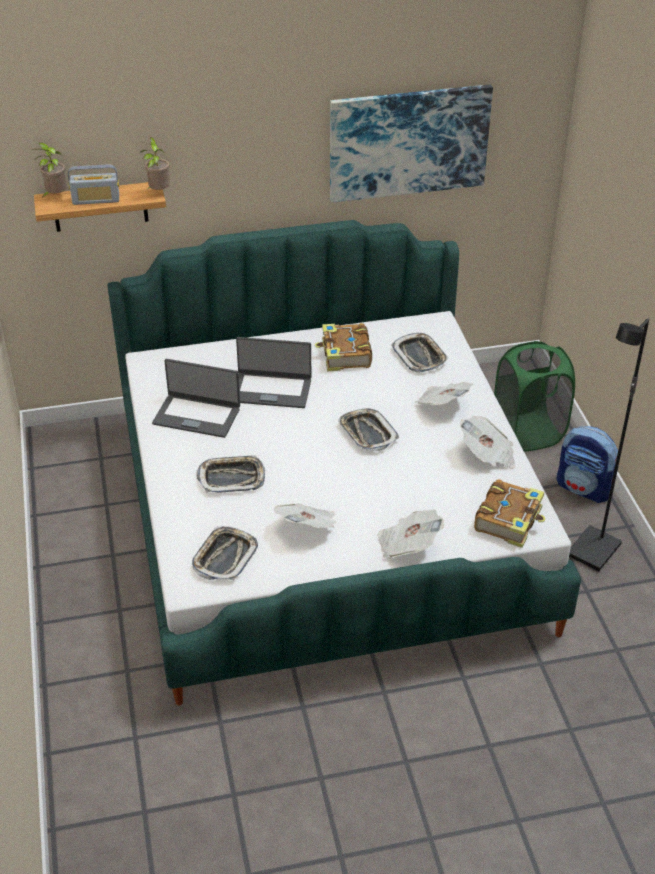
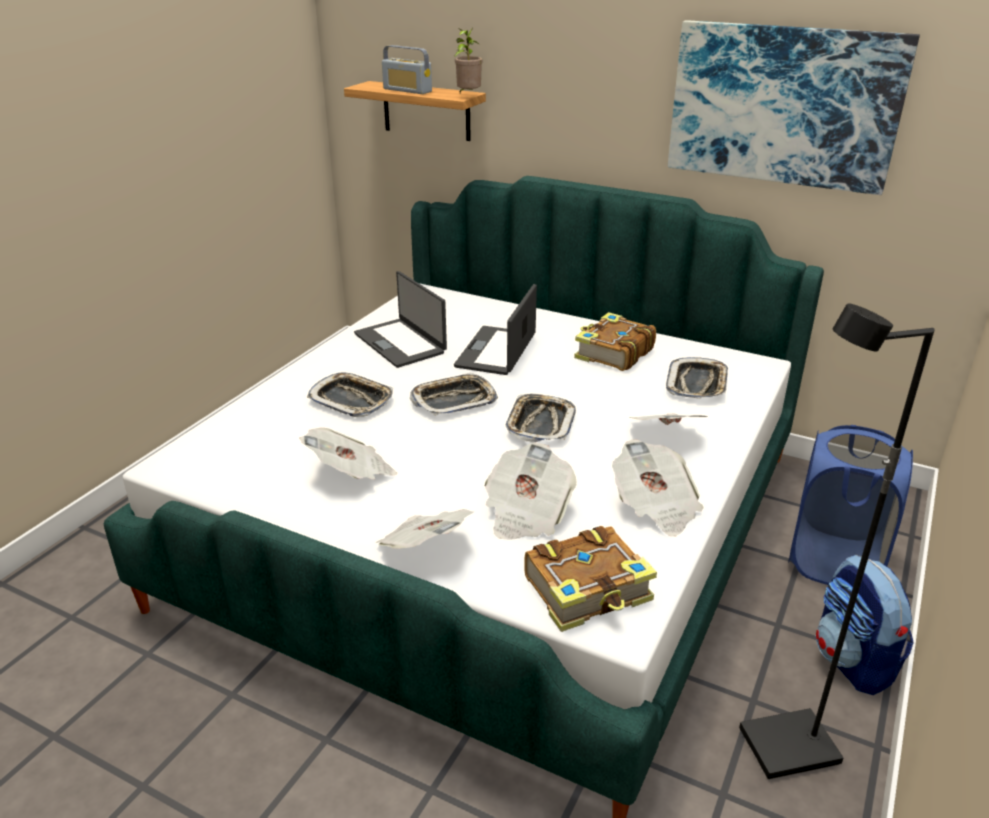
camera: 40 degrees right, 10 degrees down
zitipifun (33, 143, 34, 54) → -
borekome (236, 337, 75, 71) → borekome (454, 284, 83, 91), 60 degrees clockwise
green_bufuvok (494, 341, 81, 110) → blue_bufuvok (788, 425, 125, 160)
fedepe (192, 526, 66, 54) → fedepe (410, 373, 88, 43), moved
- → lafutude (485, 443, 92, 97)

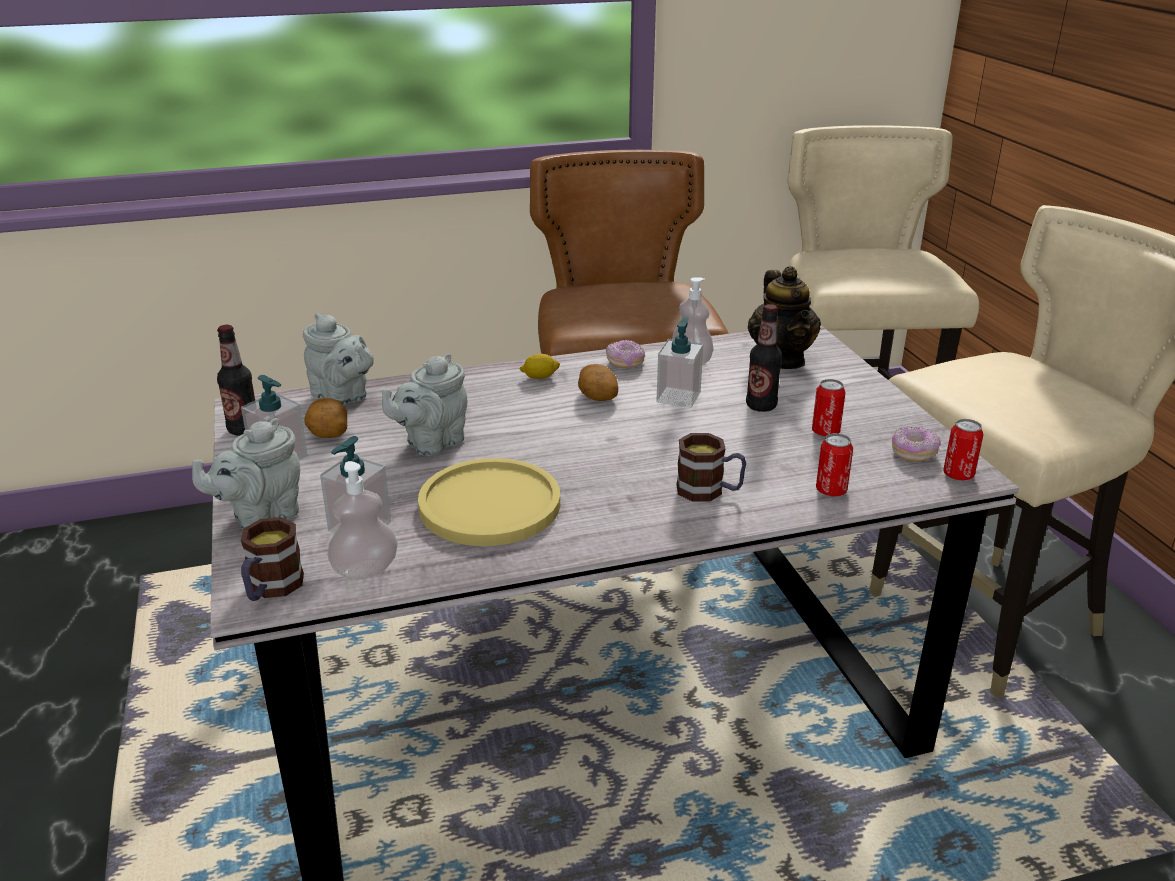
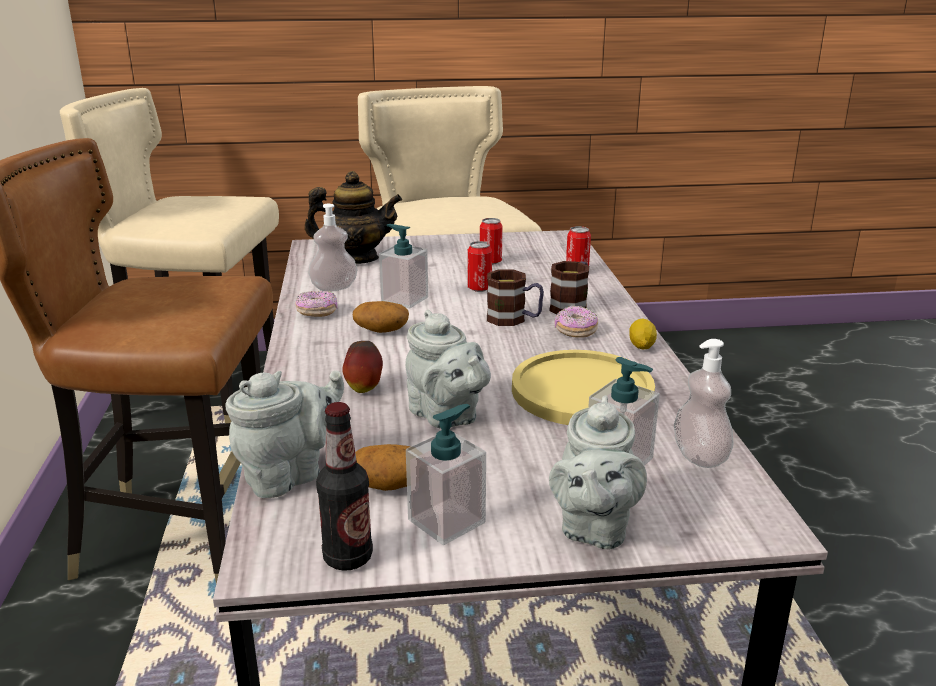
camera: 80 degrees left, 5 degrees down
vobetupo (746, 304, 36, 108) → -
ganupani (520, 354, 40, 25) → ganupani (629, 318, 28, 31), moved
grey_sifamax (192, 418, 108, 112) → grey_sifamax (549, 396, 98, 154), 45 degrees clockwise
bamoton (943, 419, 40, 62) → bamoton (468, 241, 24, 51), moved
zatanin (892, 427, 49, 35) → zatanin (554, 305, 44, 33), moved
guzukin (241, 517, 63, 84) → guzukin (487, 269, 57, 57), moved
- → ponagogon (342, 341, 41, 52)

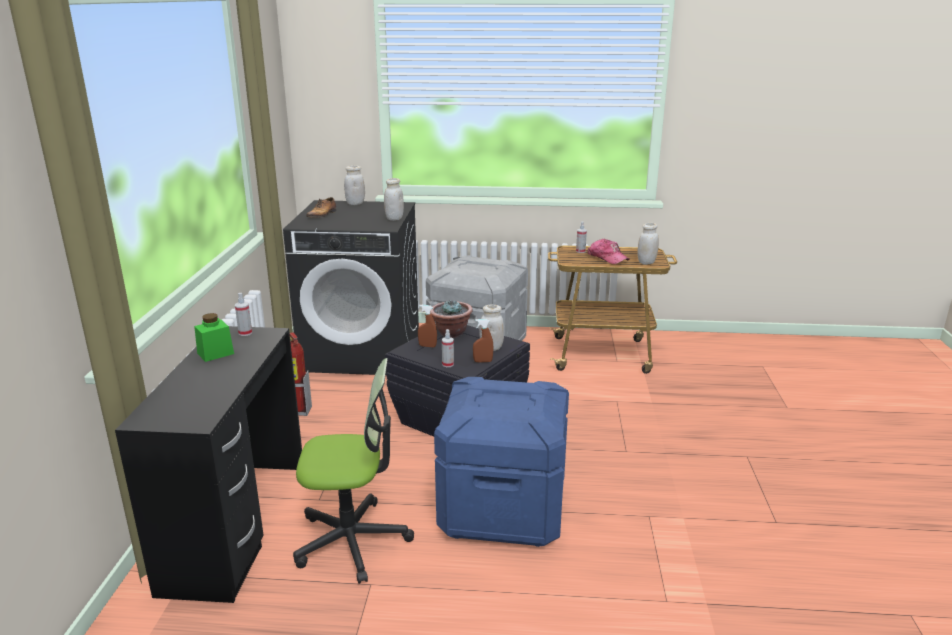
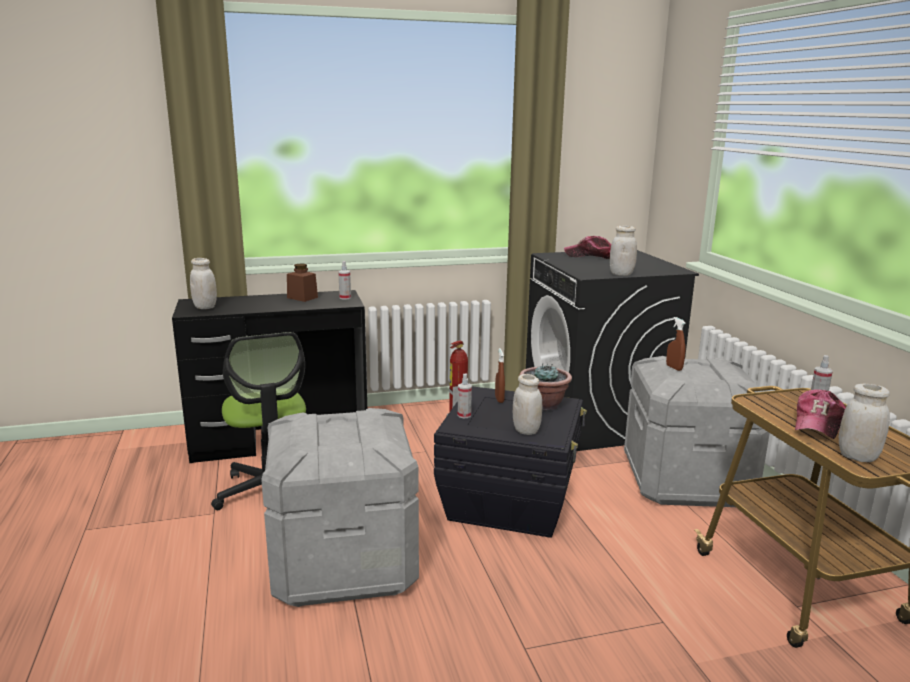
camera: 70 degrees right, 5 degrees down
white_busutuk (344, 166, 21, 39) → white_busutuk (190, 258, 27, 51), moved
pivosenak (306, 197, 30, 21) → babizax (564, 236, 47, 23)
green_busutuk (194, 313, 40, 49) → brown_busutuk (287, 263, 31, 39)
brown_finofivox (473, 319, 21, 43) → brown_finofivox (666, 317, 19, 54), moved
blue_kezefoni (434, 377, 135, 170) → grey_kezefoni (261, 408, 158, 199)

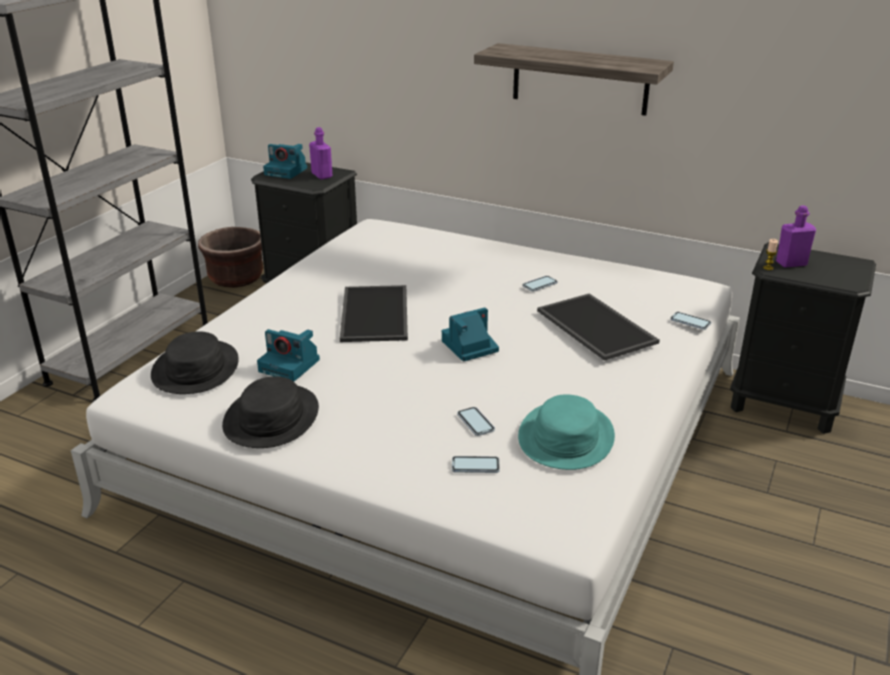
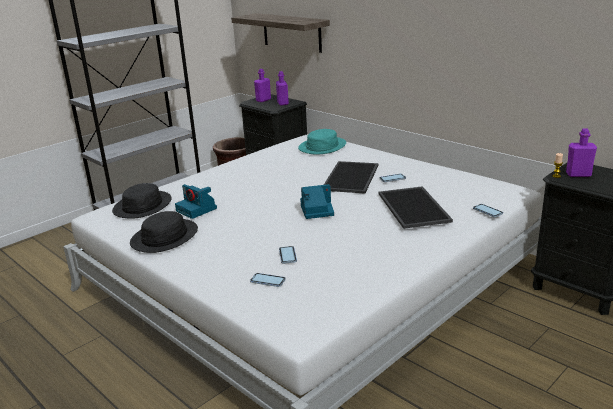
camera: 20 degrees right, 5 degrees down
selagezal (474, 43, 200, 73) → selagezal (231, 13, 99, 40), moved
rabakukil (263, 144, 44, 35) → purple_vobetupo (254, 69, 17, 33)
fedepe (340, 285, 68, 57) → fedepe (324, 161, 54, 33), moved
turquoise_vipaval (518, 394, 97, 76) → turquoise_vipaval (298, 129, 48, 26), moved

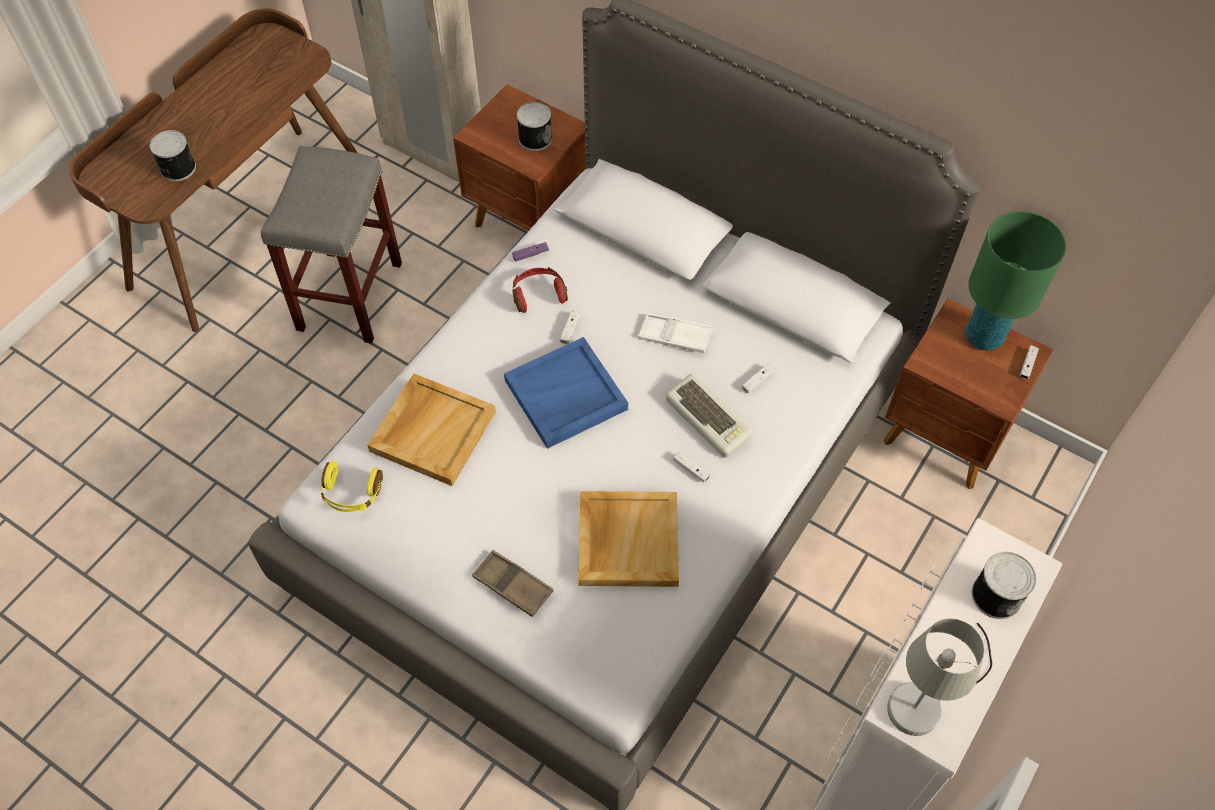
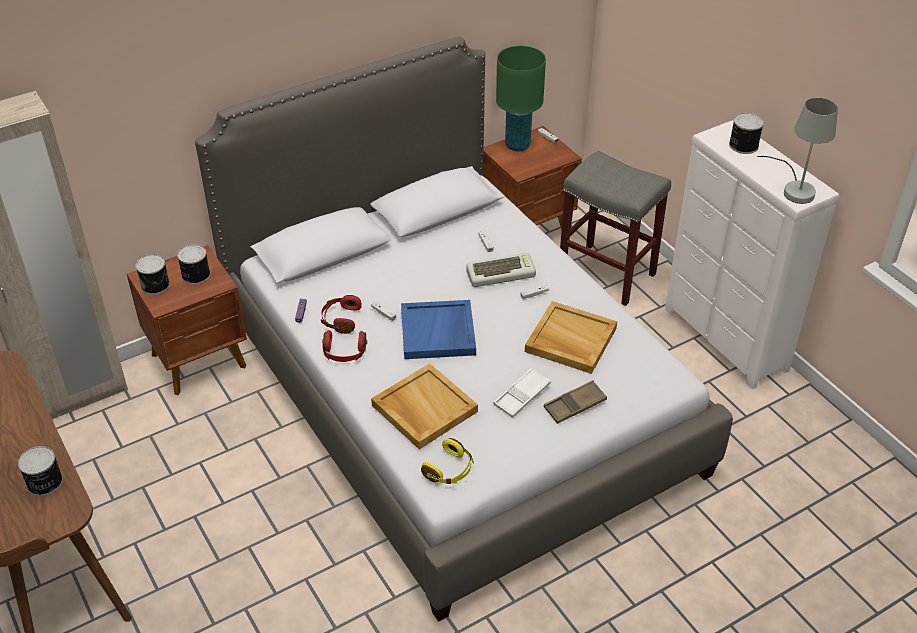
camera: 65 degrees left, 15 degrees down
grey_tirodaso (261, 146, 141, 198) → grey_tirodaso (560, 151, 111, 155), moved
white_fedepe (638, 313, 75, 40) → white_fedepe (493, 368, 58, 50), moved
- → bamoton (135, 254, 35, 41)
- → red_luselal (322, 330, 45, 32)

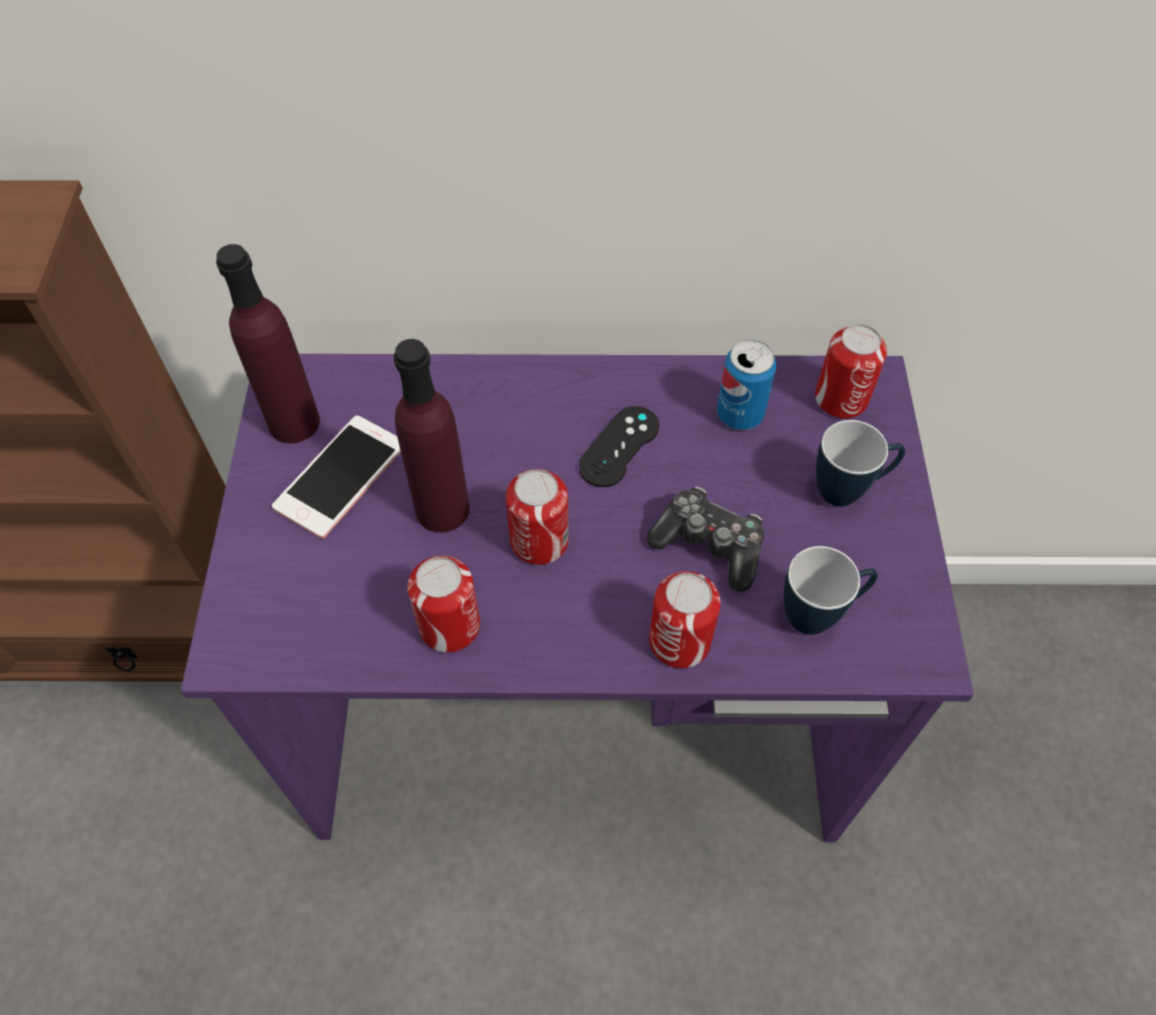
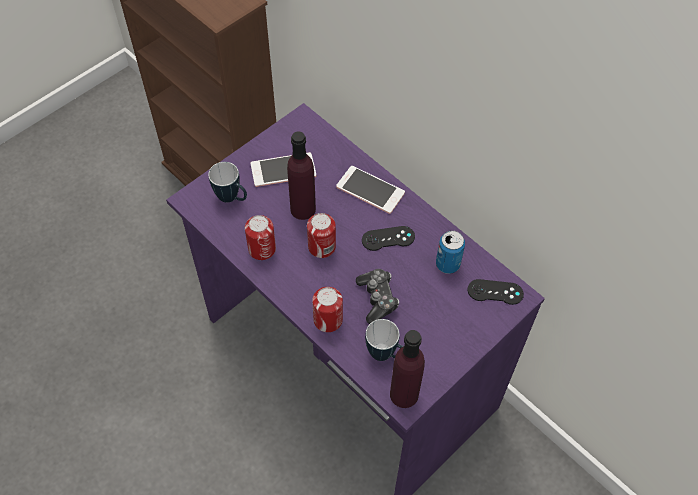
camera: 45 degrees right, 0 degrees up
purple_vobetupo (216, 244, 104, 199) → purple_vobetupo (390, 330, 35, 78), moved
bamoton (815, 324, 72, 95) → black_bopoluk (467, 279, 57, 26)
guzukin (816, 420, 89, 87) → guzukin (208, 162, 39, 41), moved
- → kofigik (336, 166, 69, 48)

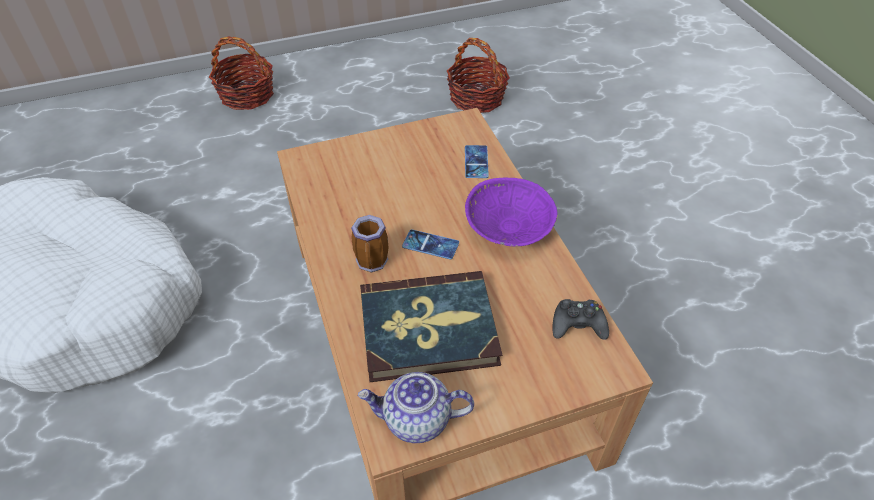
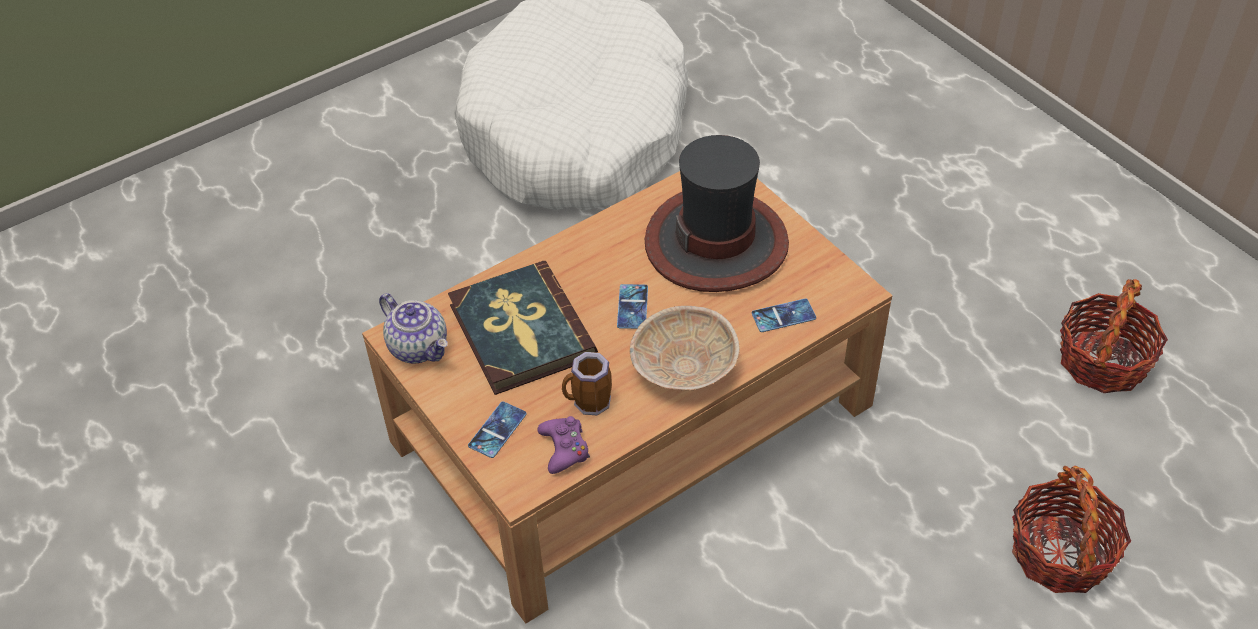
camera: 75 degrees right, 0 degrees up
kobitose (209, 36, 65, 74) → kobitose (1012, 466, 119, 127), moved
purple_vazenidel (465, 178, 93, 68) → beige_vazenidel (630, 306, 110, 84)
guzukin (351, 215, 38, 57) → guzukin (562, 352, 50, 64), moved
black_bopoluk (553, 299, 56, 41) → purple_bopoluk (537, 416, 53, 58)
sifamax (358, 372, 116, 71) → sifamax (379, 293, 69, 71), 150 degrees clockwise
- → vipaval (645, 135, 144, 157)
- → kofigik (468, 402, 59, 56)

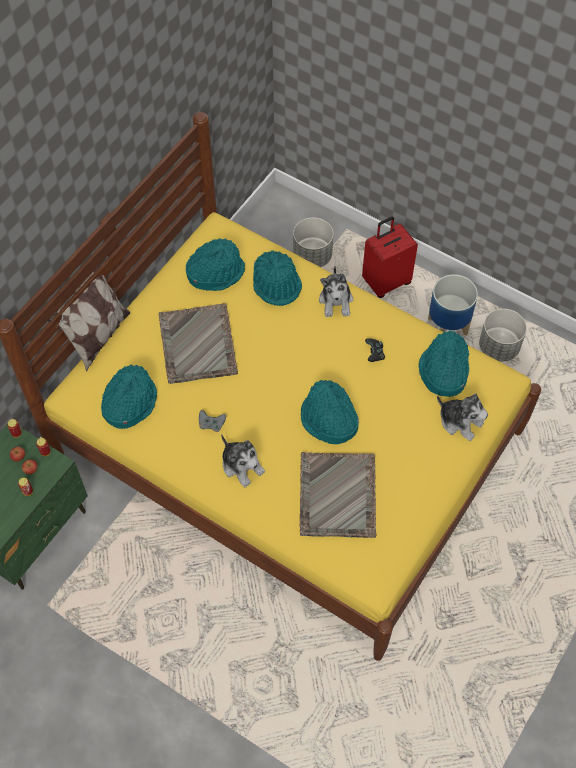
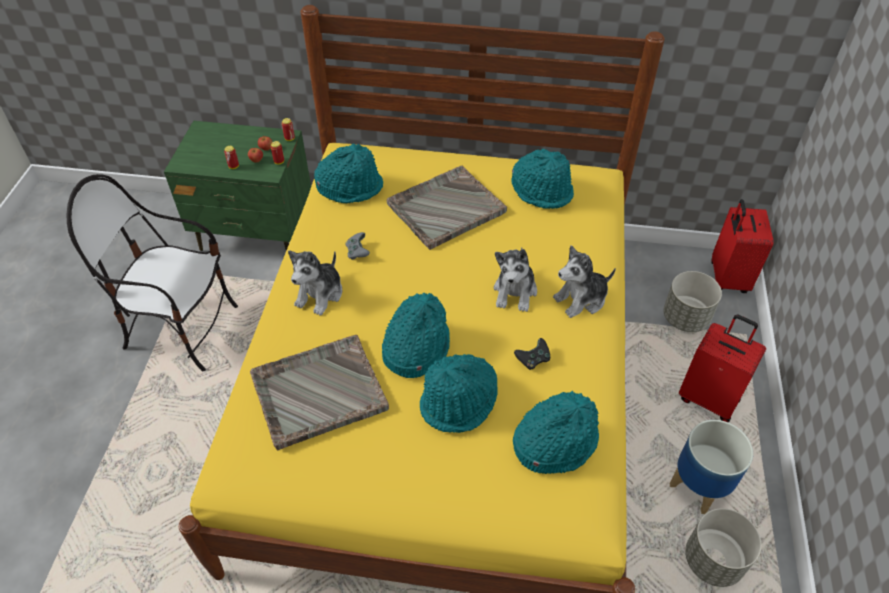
camera: 65 degrees right, 10 degrees down
turquoise_vipaval (253, 250, 49, 56) → turquoise_vipaval (420, 354, 78, 79), moved
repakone (48, 266, 83, 106) → -
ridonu (437, 393, 51, 48) → ridonu (494, 248, 43, 64), moved
- → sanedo (67, 174, 171, 197)
- → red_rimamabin (711, 199, 63, 94)

